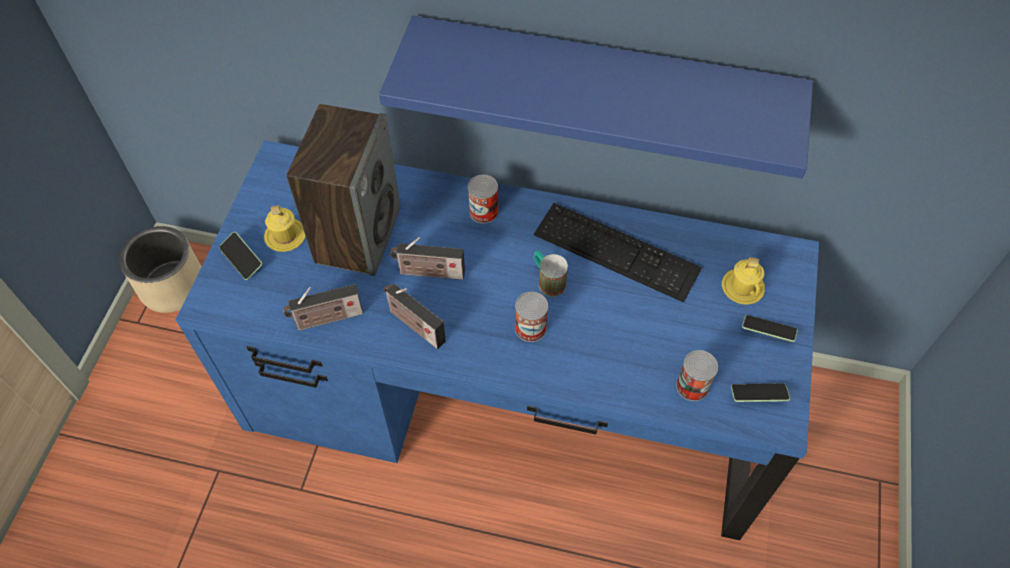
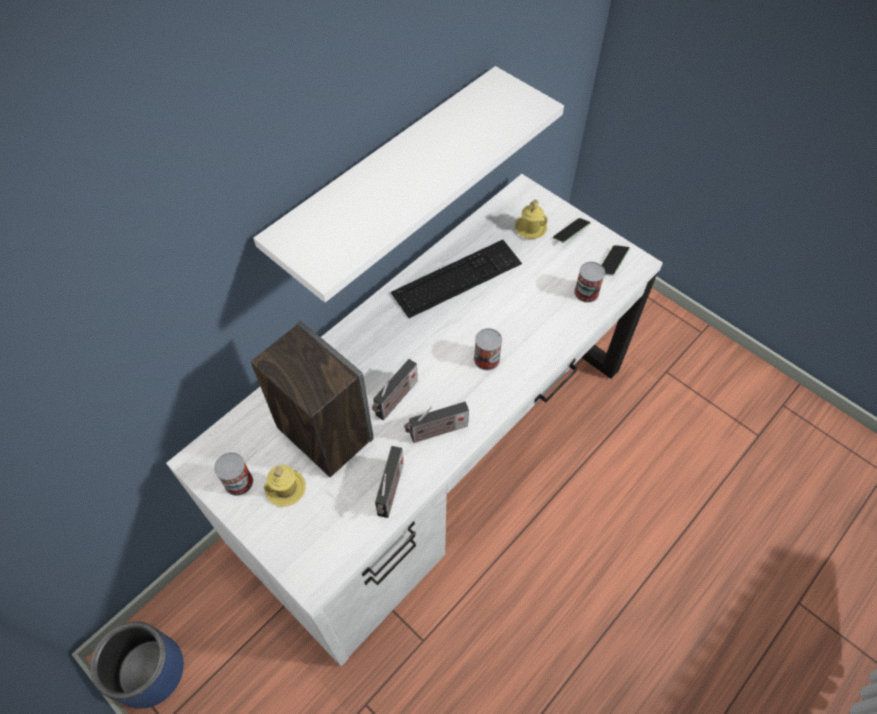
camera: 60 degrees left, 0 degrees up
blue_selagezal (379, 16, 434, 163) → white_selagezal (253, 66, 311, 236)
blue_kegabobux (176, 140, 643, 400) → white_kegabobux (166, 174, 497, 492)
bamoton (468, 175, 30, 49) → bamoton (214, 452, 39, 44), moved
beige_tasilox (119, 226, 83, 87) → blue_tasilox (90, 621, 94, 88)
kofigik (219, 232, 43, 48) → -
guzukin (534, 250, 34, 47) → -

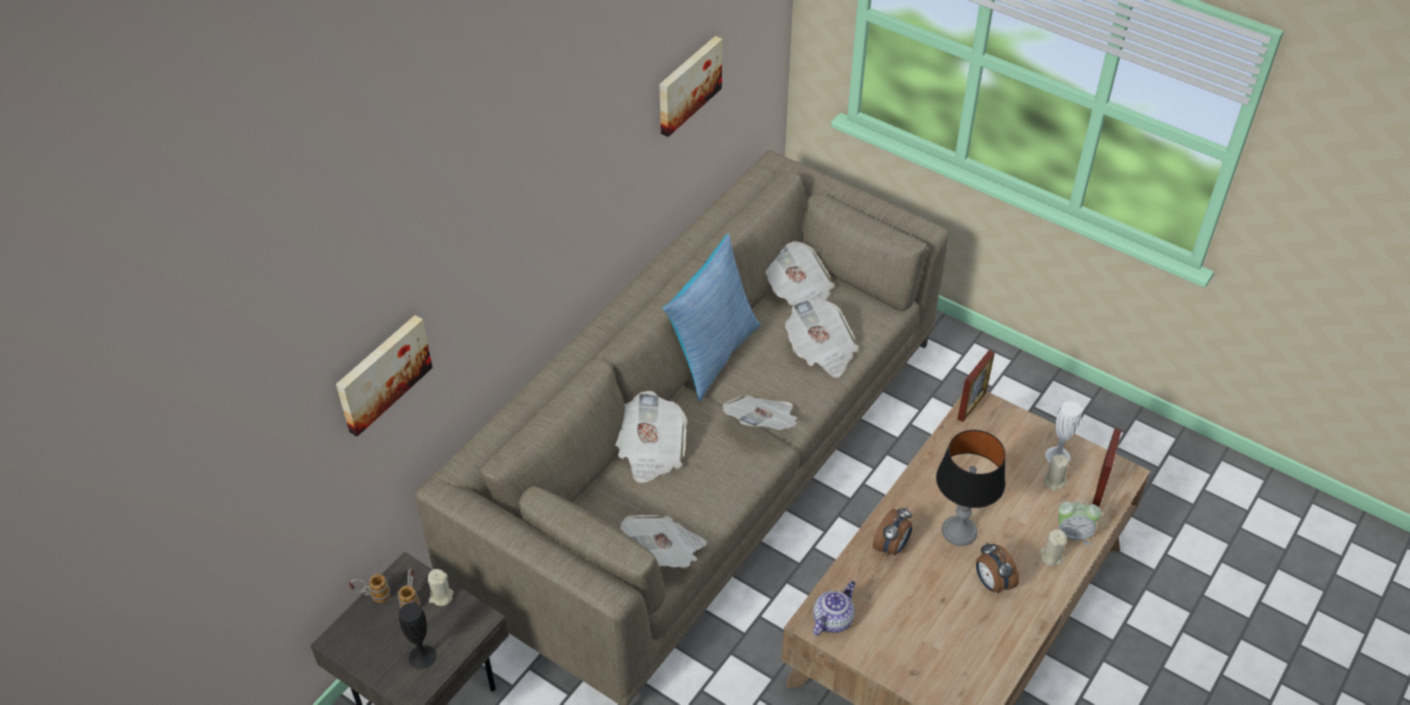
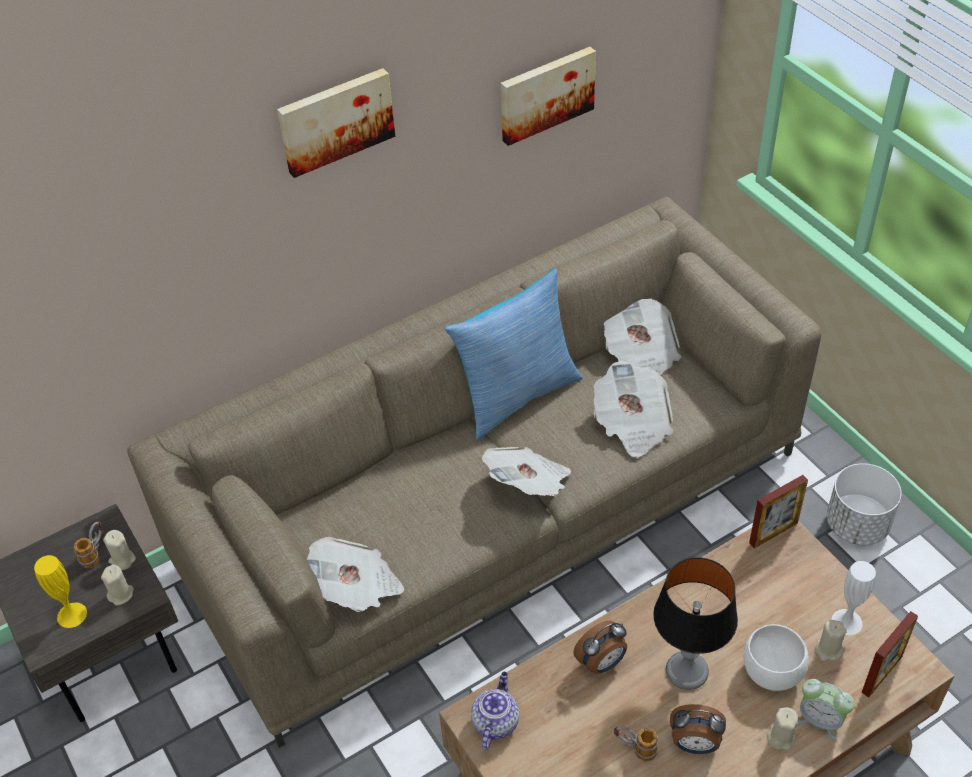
camera: 25 degrees right, 0 degrees up
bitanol (336, 315, 97, 122) → bitanol (277, 68, 118, 110), moved
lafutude (615, 391, 72, 92) → -
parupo (976, 542, 43, 52) → parupo (670, 704, 56, 50), 75 degrees counterclockwise
guzukin (349, 574, 41, 29) → guzukin (614, 727, 44, 34), moved
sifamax (813, 581, 43, 55) → sifamax (471, 672, 48, 78), 45 degrees counterclockwise
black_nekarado (399, 602, 38, 67) → yellow_nekarado (34, 555, 53, 73)
- → white_tasilox (827, 463, 75, 82)
- → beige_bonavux (101, 564, 33, 42)
- → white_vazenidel (744, 624, 65, 67)

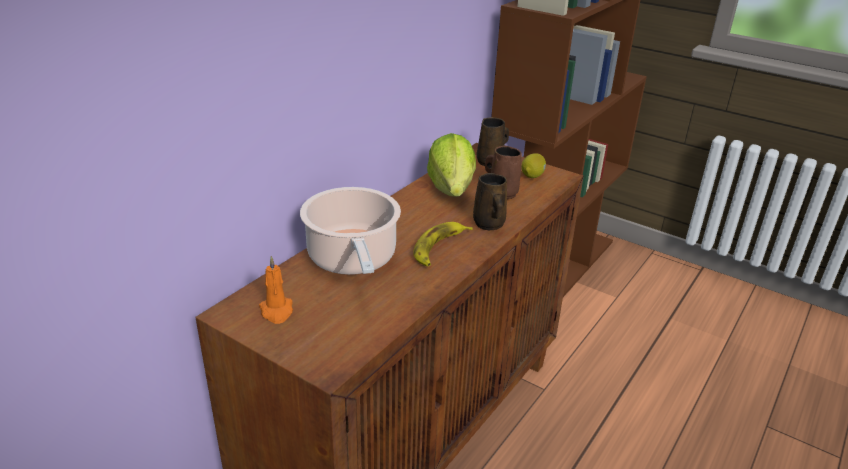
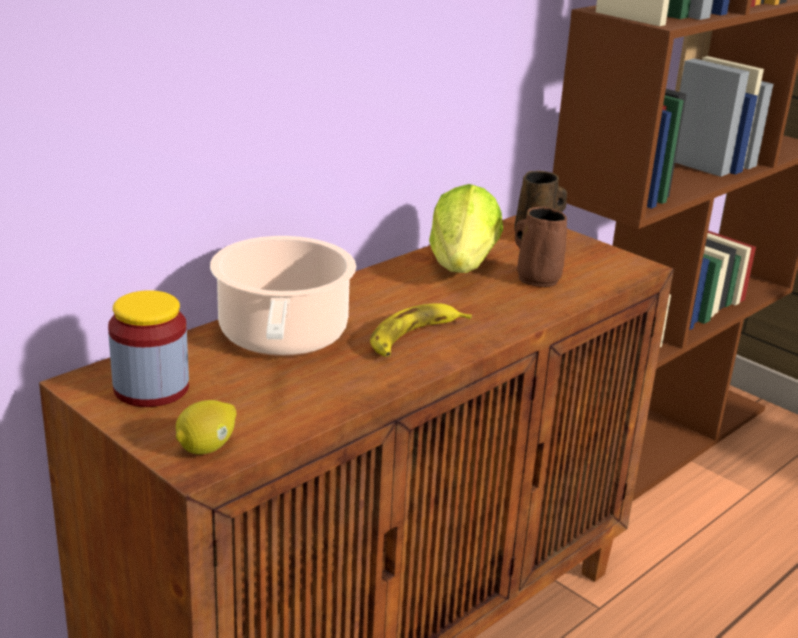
camera: 10 degrees right, 5 degrees down
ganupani (521, 153, 25, 25) → ganupani (176, 400, 60, 54), moved
brown_guzukin (473, 173, 34, 57) → -
orange_bonavux (259, 256, 34, 68) → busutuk (108, 290, 81, 117)

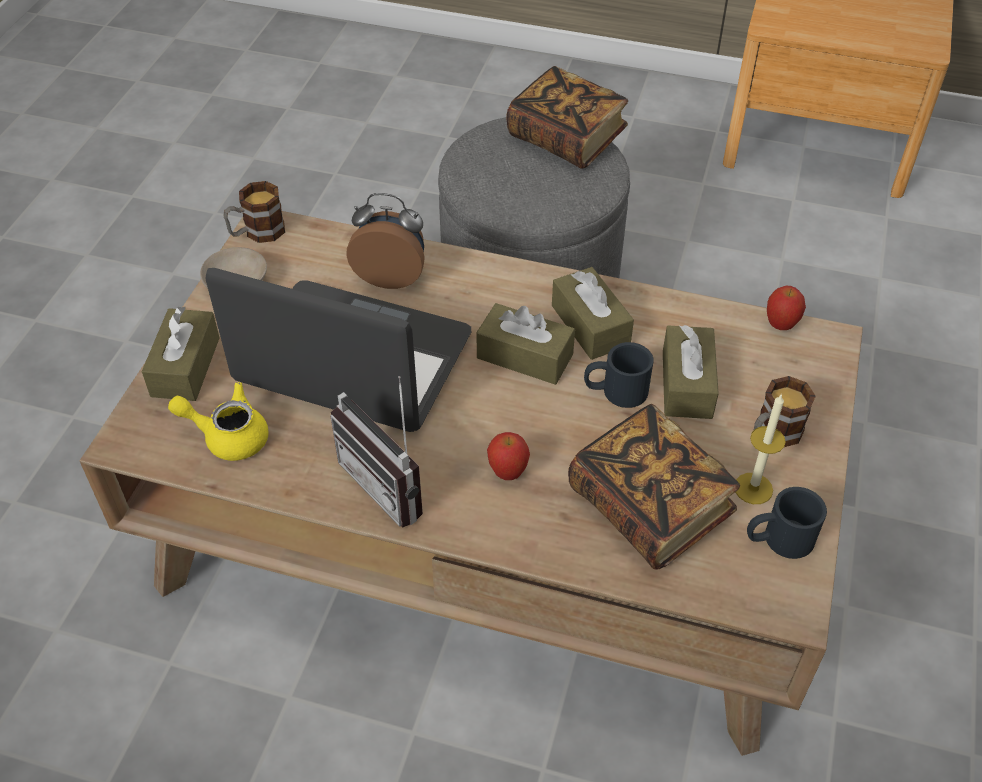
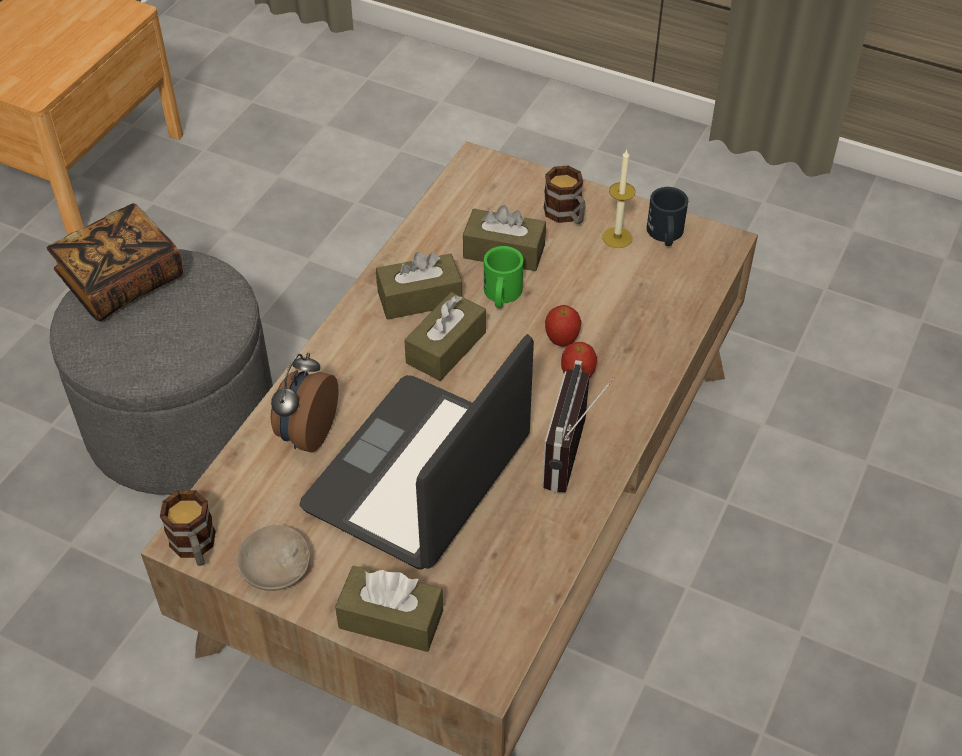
camera: 80 degrees left, 0 degrees up
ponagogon (767, 286, 39, 44) → ponagogon (545, 305, 37, 42), moved
black_guzukin (584, 342, 70, 66) → green_guzukin (484, 246, 40, 62)
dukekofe (330, 376, 93, 151) → dukekofe (542, 360, 72, 133), 135 degrees clockwise
yellow_sifamax (168, 382, 100, 79) → -
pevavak (568, 404, 172, 166) → -

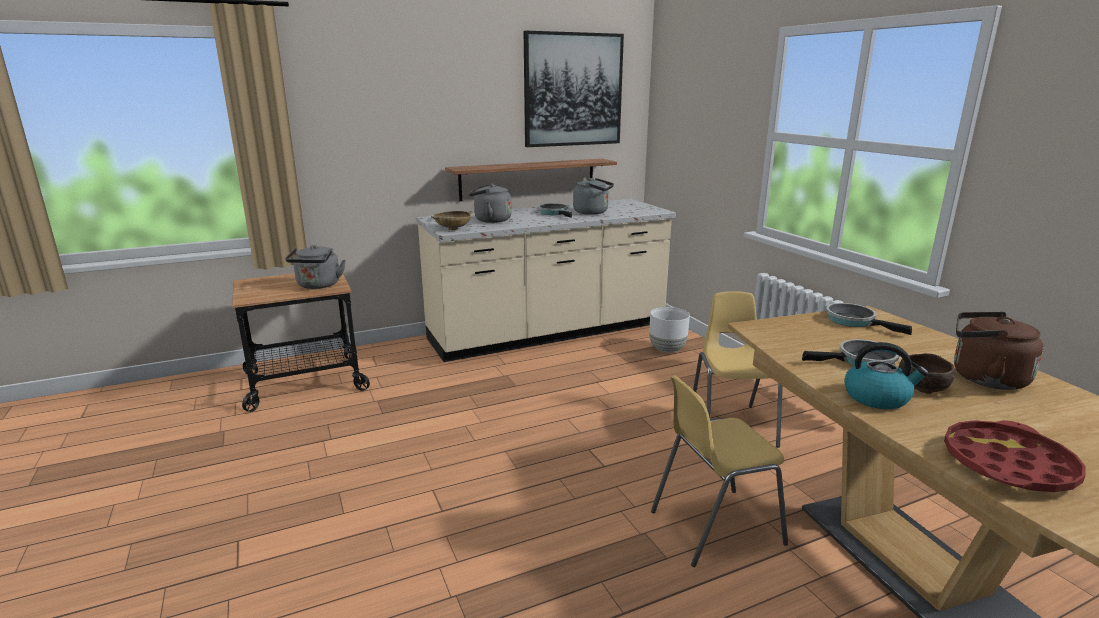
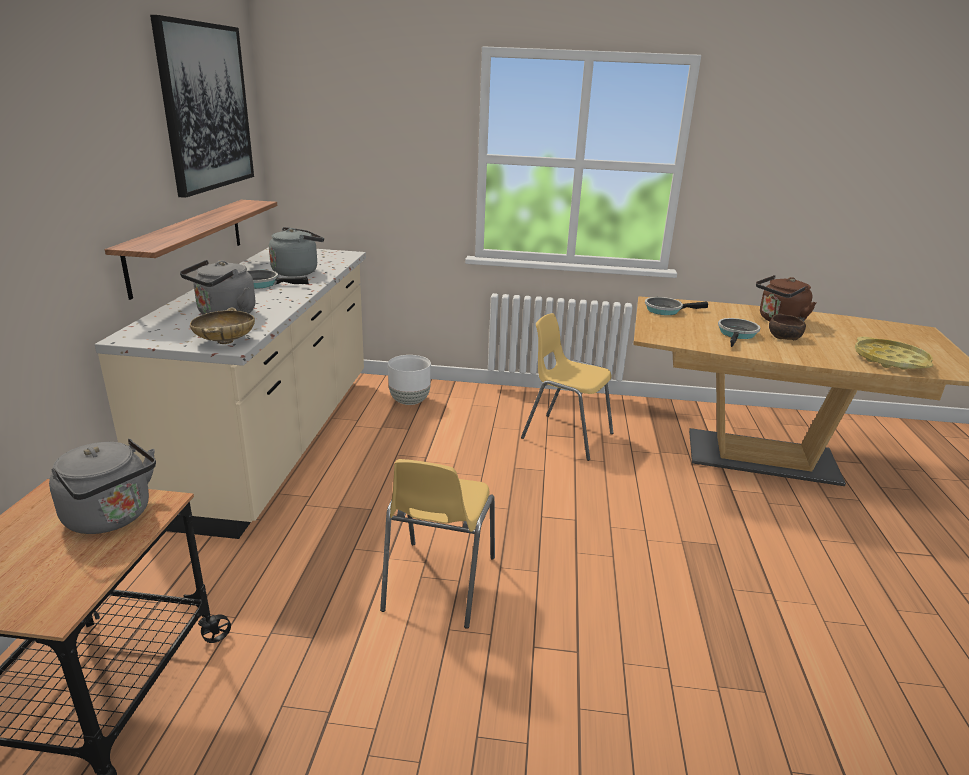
camera: 60 degrees left, 5 degrees up
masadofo (844, 342, 85, 67) → -
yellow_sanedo (651, 375, 137, 192) → yellow_sanedo (380, 459, 115, 170), moved
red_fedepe (944, 420, 142, 72) → yellow_fedepe (855, 337, 79, 33)

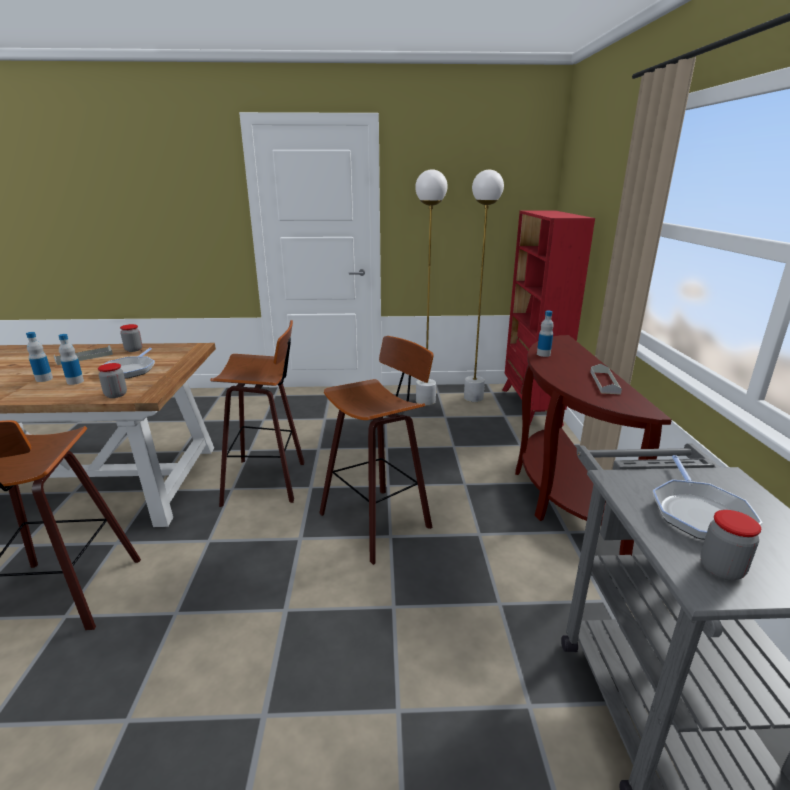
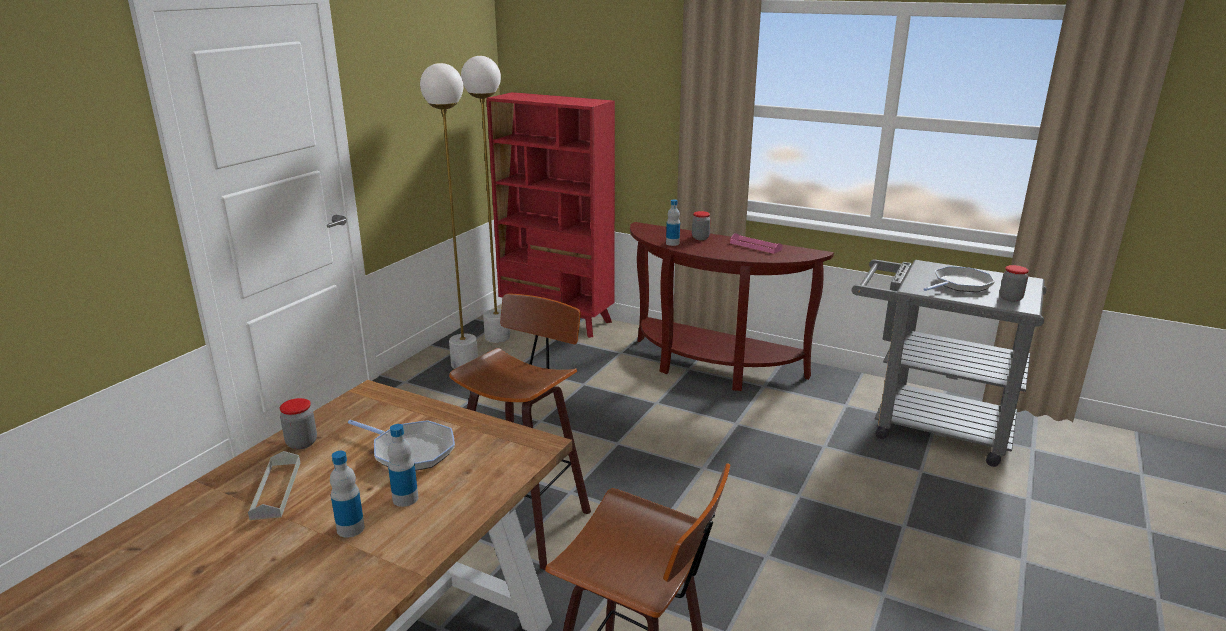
camera: 60 degrees left, 0 degrees up
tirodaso (319, 336, 115, 229) → -
busutuk (98, 363, 29, 35) → busutuk (692, 211, 19, 29), moved
grey_fedepe (590, 364, 32, 31) → pink_fedepe (730, 233, 53, 21)
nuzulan (653, 455, 110, 85) → nuzulan (924, 266, 71, 26), 75 degrees counterclockwise

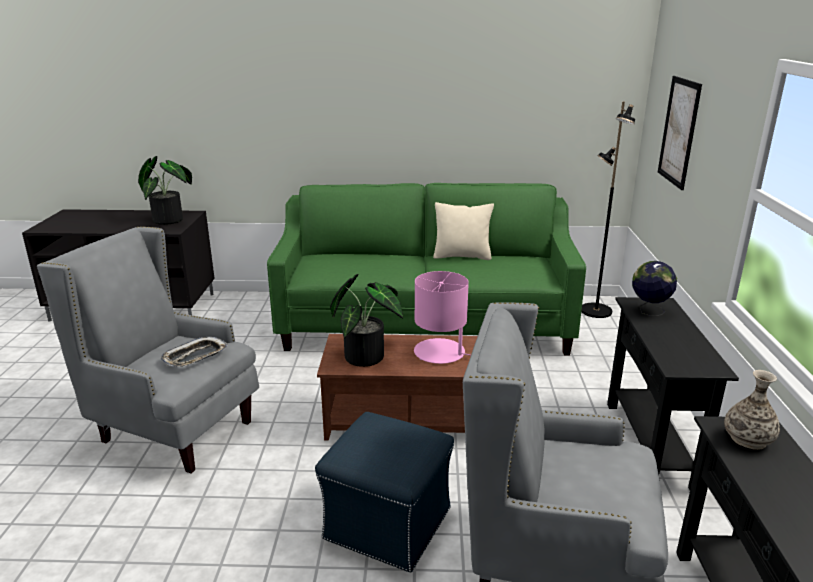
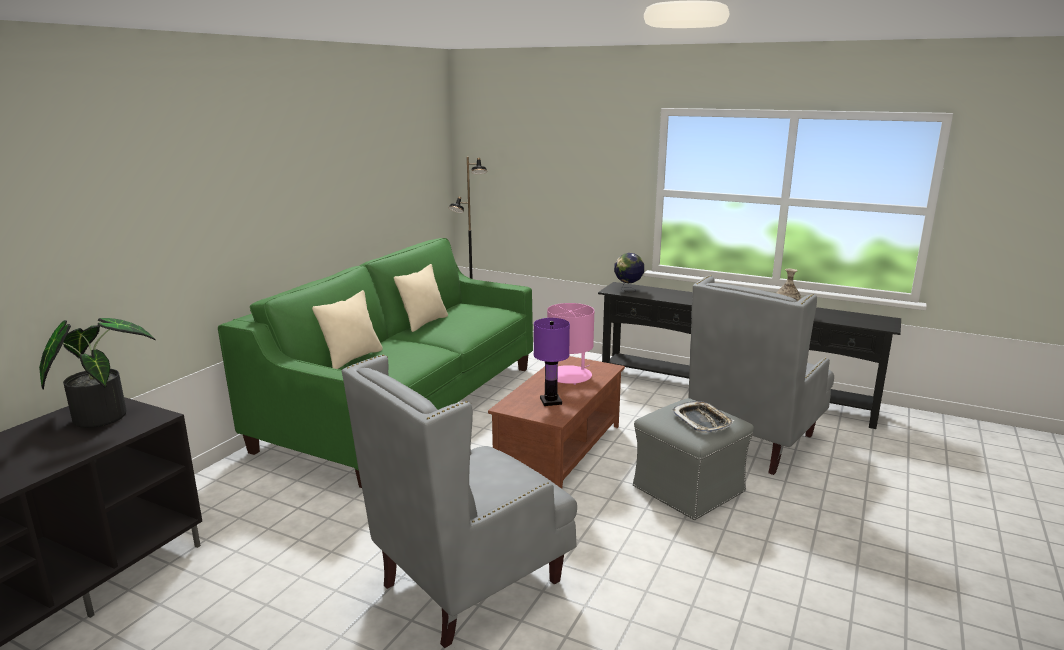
camera: 65 degrees left, 5 degrees down
bitanol (658, 76, 44, 114) → -
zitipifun (330, 274, 73, 93) → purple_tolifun (534, 318, 36, 88)
fedepe (160, 336, 68, 31) → fedepe (671, 401, 64, 32), moved
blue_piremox (315, 412, 139, 160) → grey_piremox (633, 398, 121, 122)
- → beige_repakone (312, 290, 71, 79)

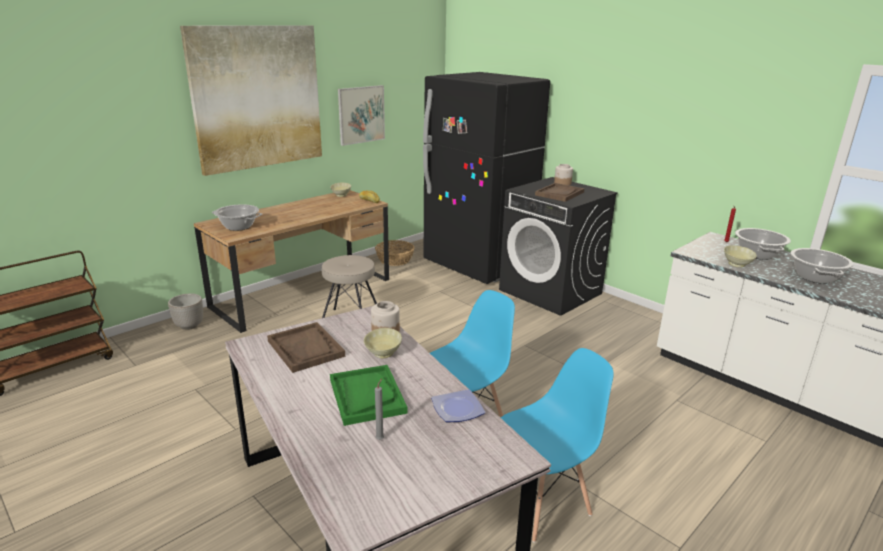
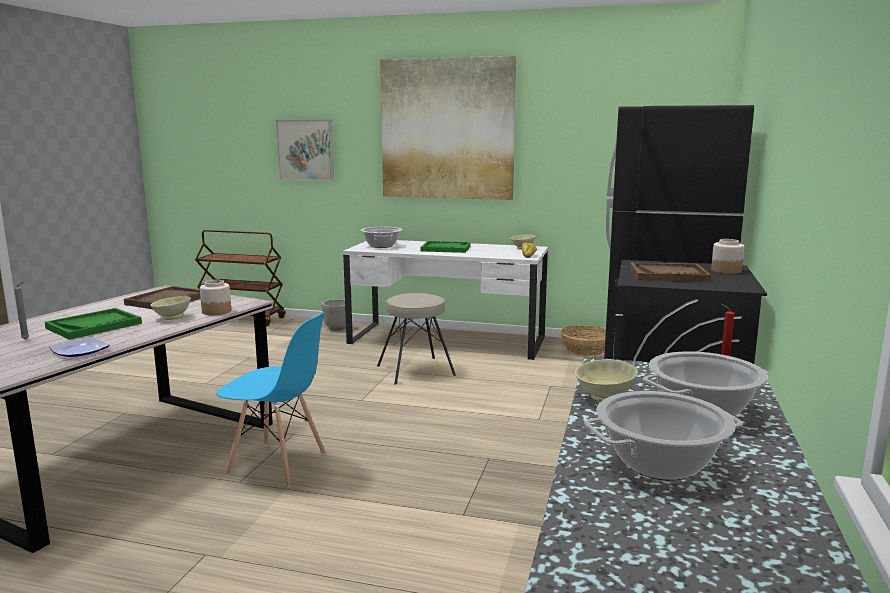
camera: 60 degrees right, 10 degrees down
bitanol (338, 85, 47, 61) → bitanol (276, 120, 58, 61), moved
brown_kegabobux (194, 190, 195, 143) → white_kegabobux (343, 240, 205, 120)
blue_sanedo (501, 348, 112, 194) → -
- → green_fedepe (420, 241, 51, 12)

